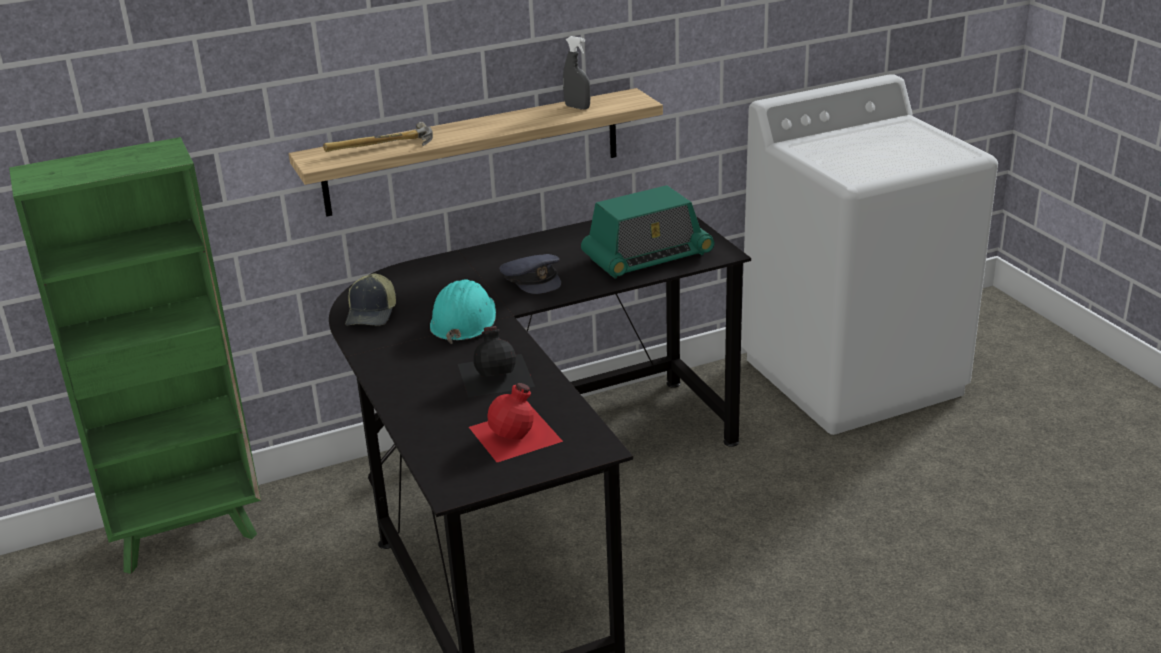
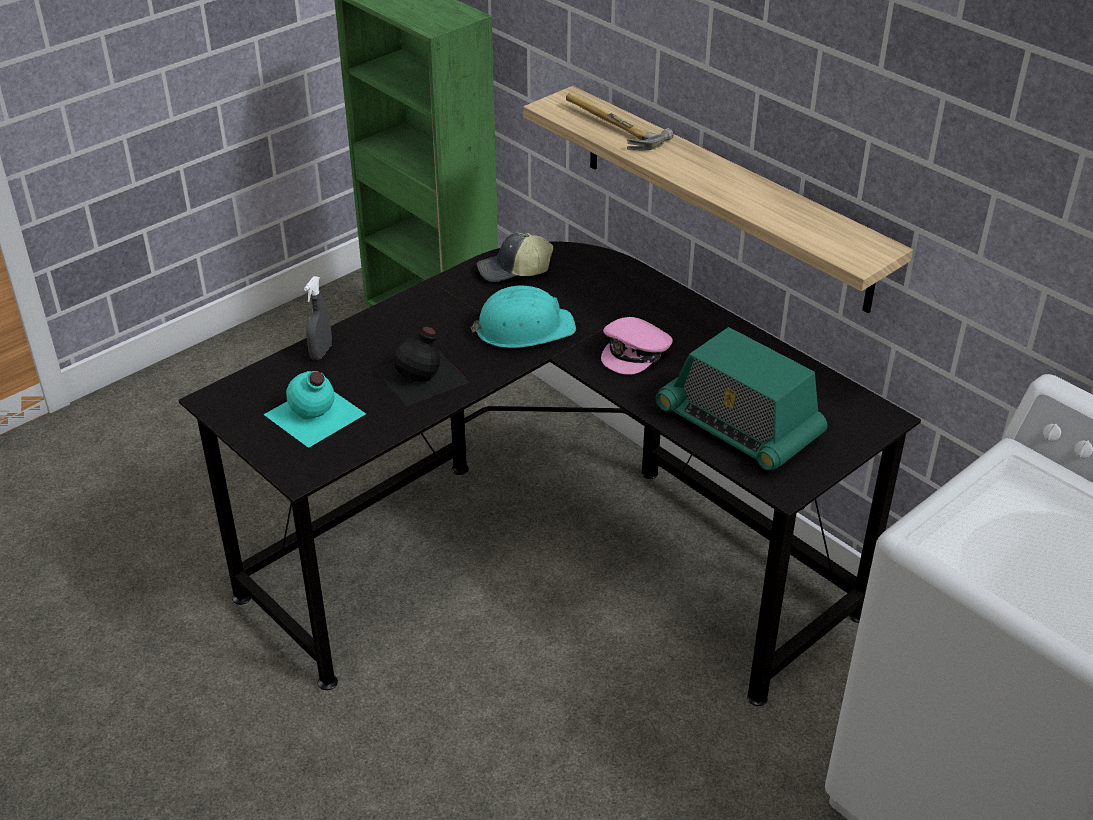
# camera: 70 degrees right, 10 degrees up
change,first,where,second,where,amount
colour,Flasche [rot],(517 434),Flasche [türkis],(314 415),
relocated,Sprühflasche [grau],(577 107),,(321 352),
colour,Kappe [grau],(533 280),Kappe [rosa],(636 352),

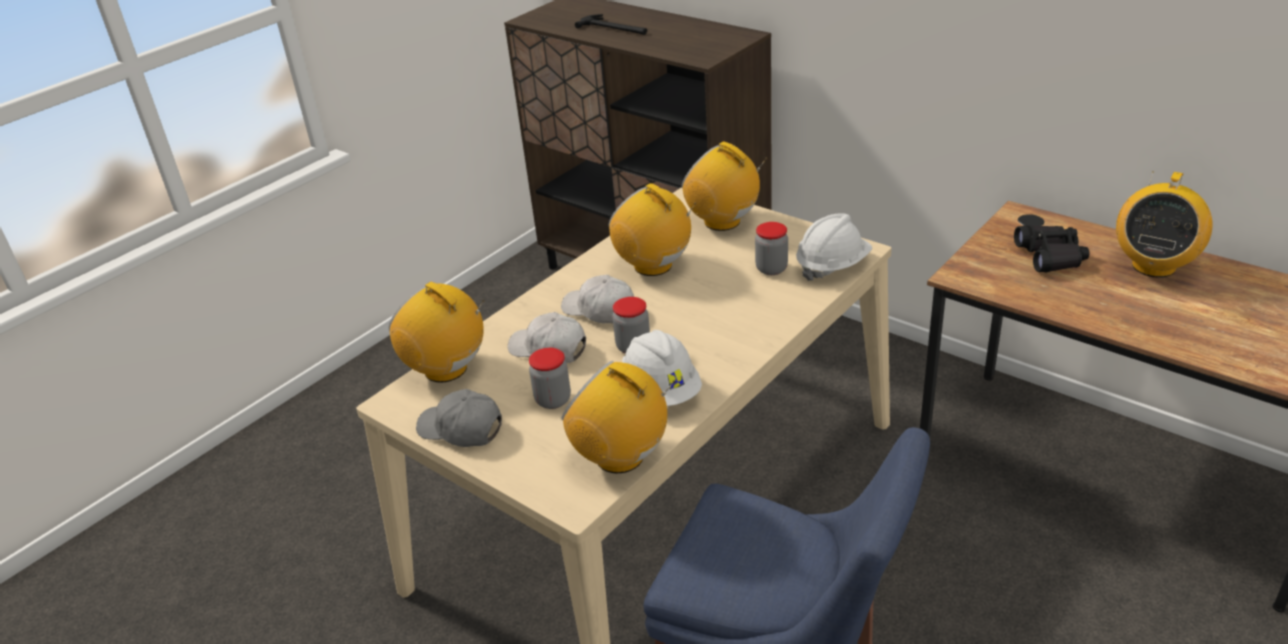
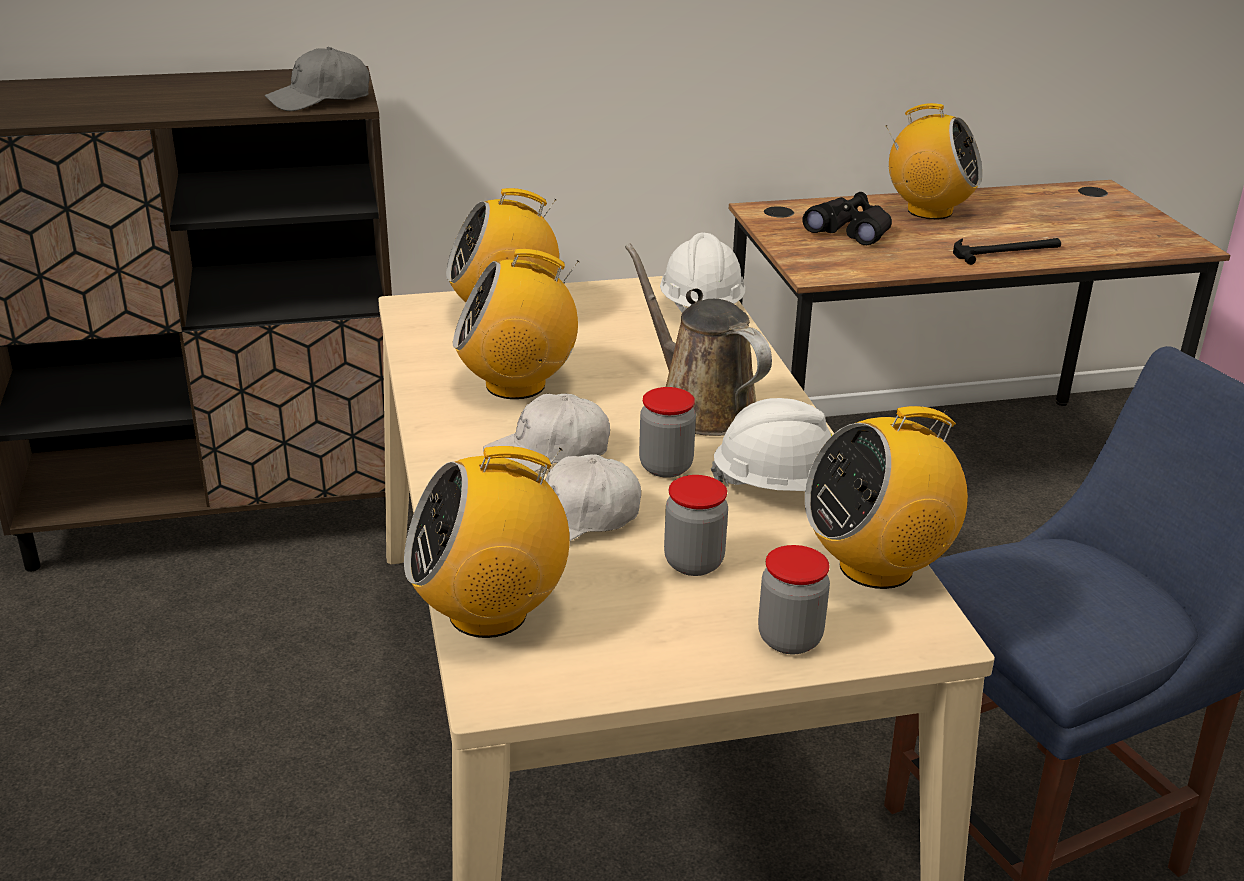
# camera: 55 degrees left, 5 degrees down
change,first,where,second,where,amount
relocated,Kappe [grau],(461 429),,(320 99),
appeared,,,Gießkanne [braun],(700 407),
relocated,Vorratsglas,(771 269),,(789 639),
spun,Radio,(1153 266),,(928 211),45 degrees counterclockwise
relocated,Hammer,(614 28),,(1006 251),

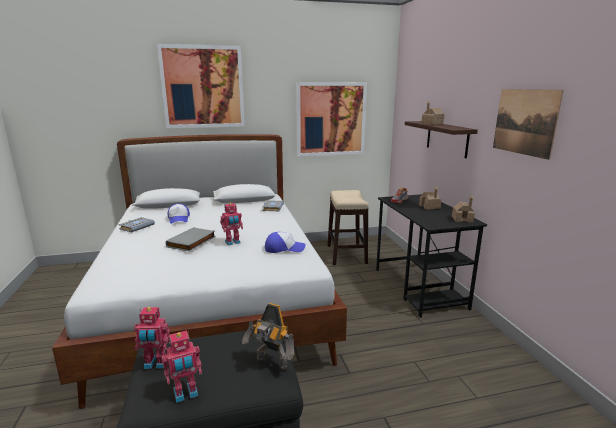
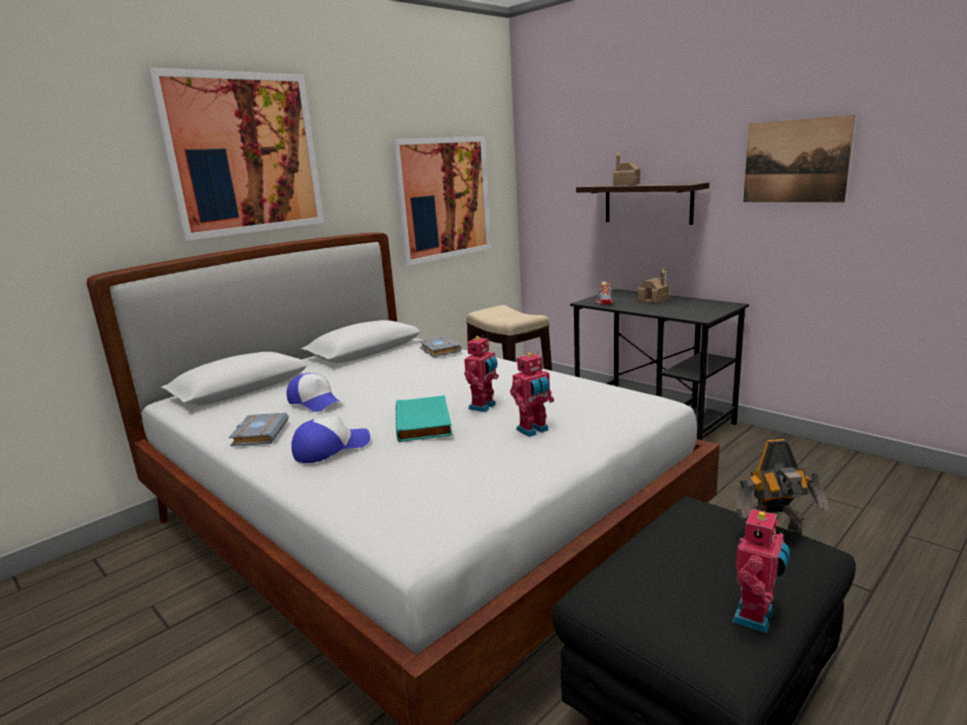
# camera: 30 degrees left, 0 degrees up
change,first,where,second,where,amount
relocated,Kappe,(284 248),,(331 448),
colour,Buch [grau],(192 242),Buch [türkis],(425 423),
relocated,Spielzeugroboter,(155 364),,(533 430),
missing,Spielzeughaus,(462 219),,,

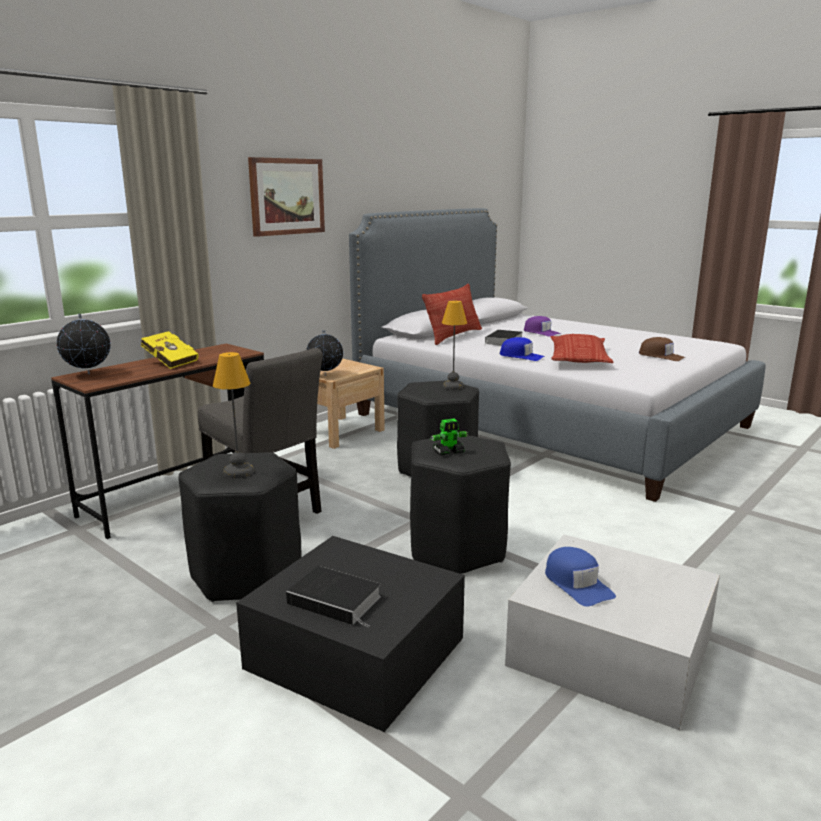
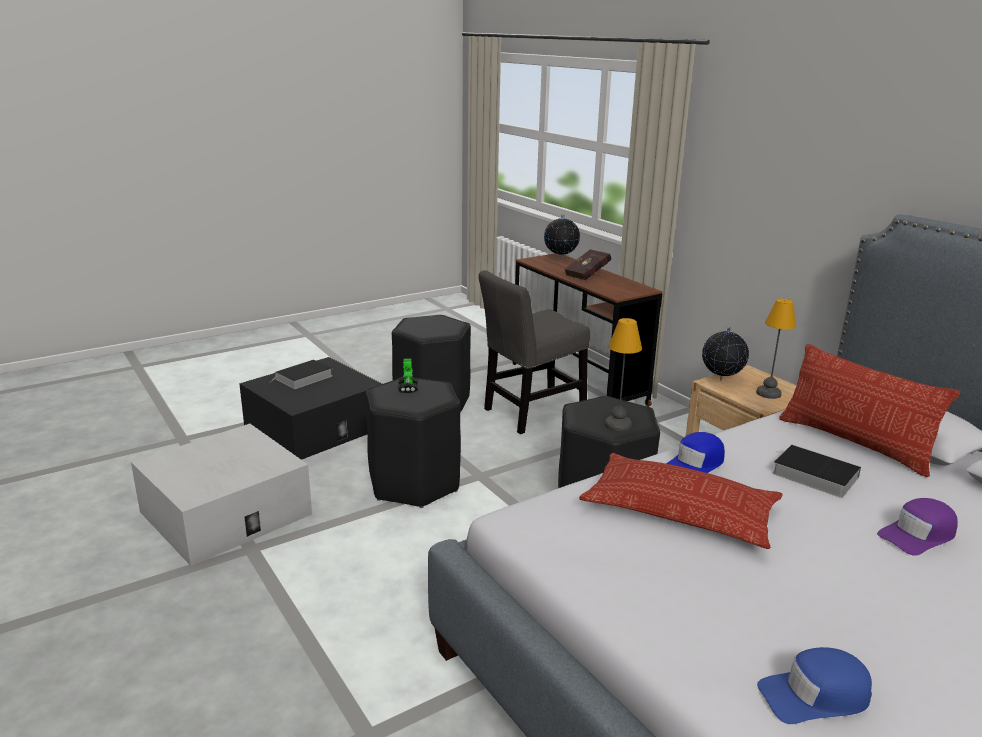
# camera: 105 degrees right, 5 degrees up
change,first,where,second,where,amount
colour,Buch [gelb],(170 362),Buch [rot],(589 275),
relocated,Tischlampe,(239 472),,(769 393),
relocated,Kappe [blau],(577 584),,(815 696),
missing,Bild,(287 196),,,
missing,Kappe [braun],(661 356),,,

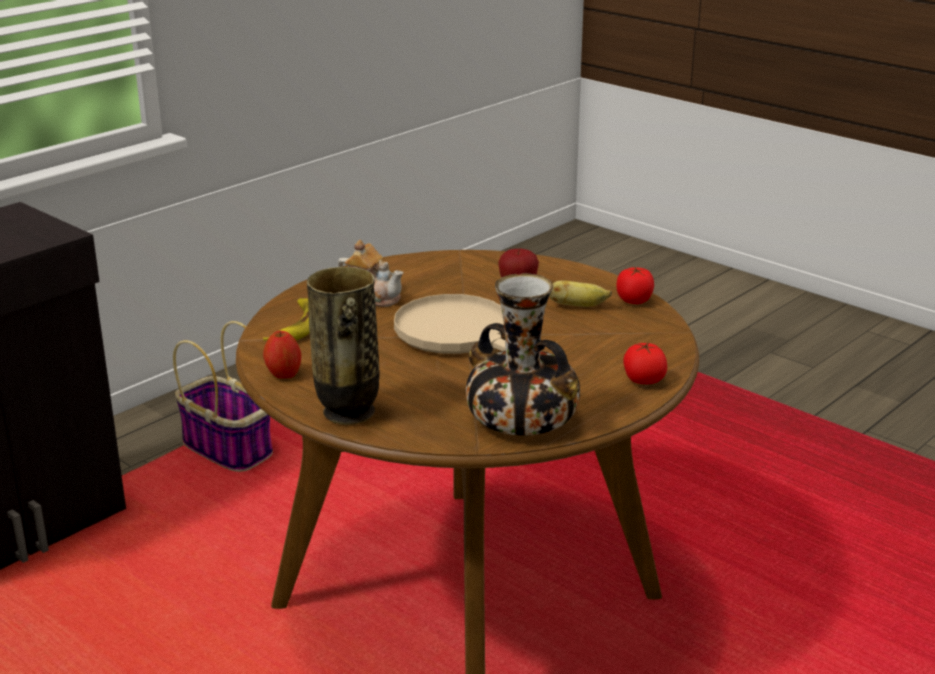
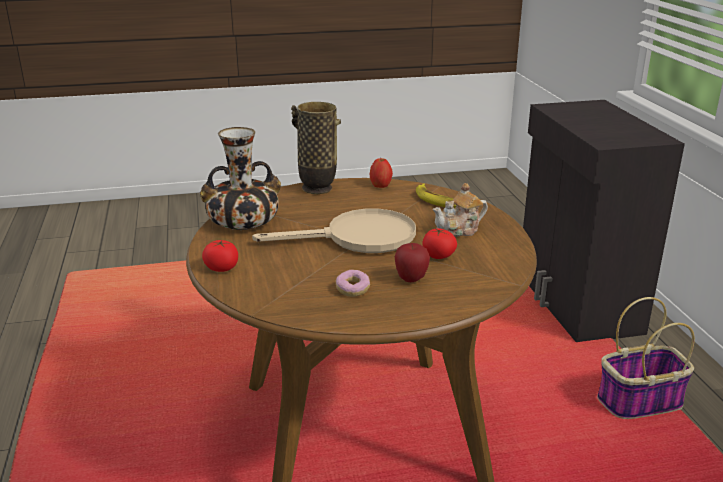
# camera: 125 degrees right, 0 degrees up
change,first,where,second,where,amount
exchanged,Banane,(577 306),Donut,(352 290),
relocated,Tomate,(634 300),,(438 256),

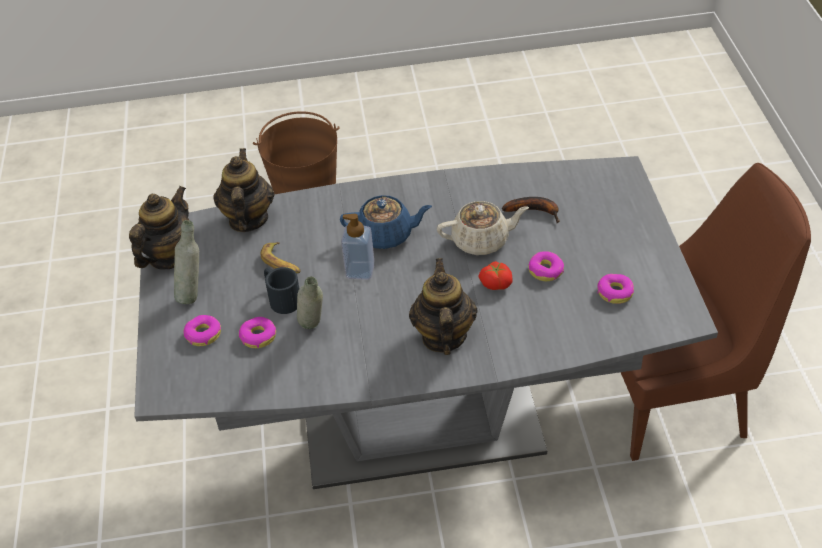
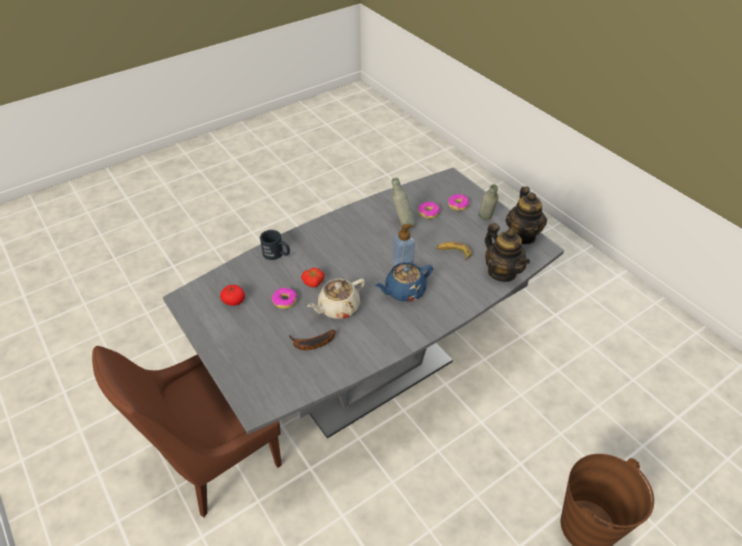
# camera: 150 degrees right, 0 degrees up
change,first,where,second,where,amount
exchanged,Donut,(615 292),Tomate,(234 300),
relocated,Henkelbecher [schwarz],(281 298),,(277 254),
missing,Teekanne,(443 336),,,

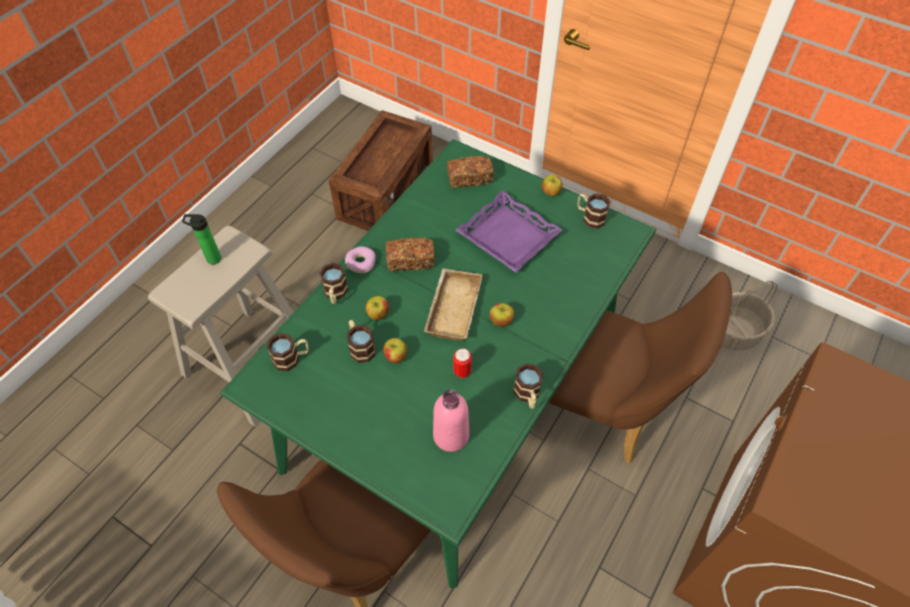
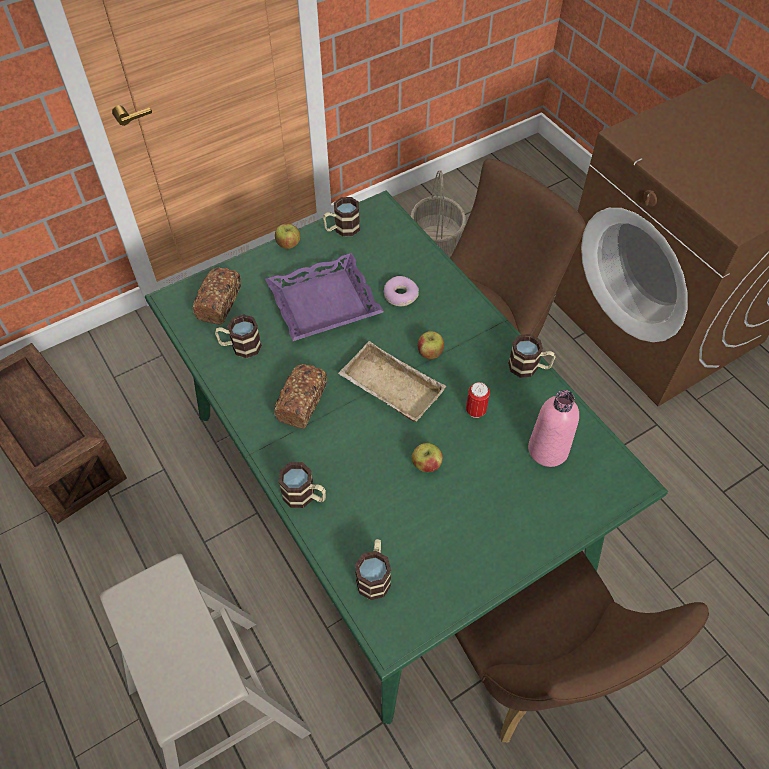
# camera: 65 degrees left, 0 degrees up
change,first,where,second,where,amount
relocated,Henkelbecher,(360 347),,(240 346),
relocated,Donut,(360 263),,(400 296),
missing,Flasche,(211 259),,,
missing,Apfel,(378 314),,,

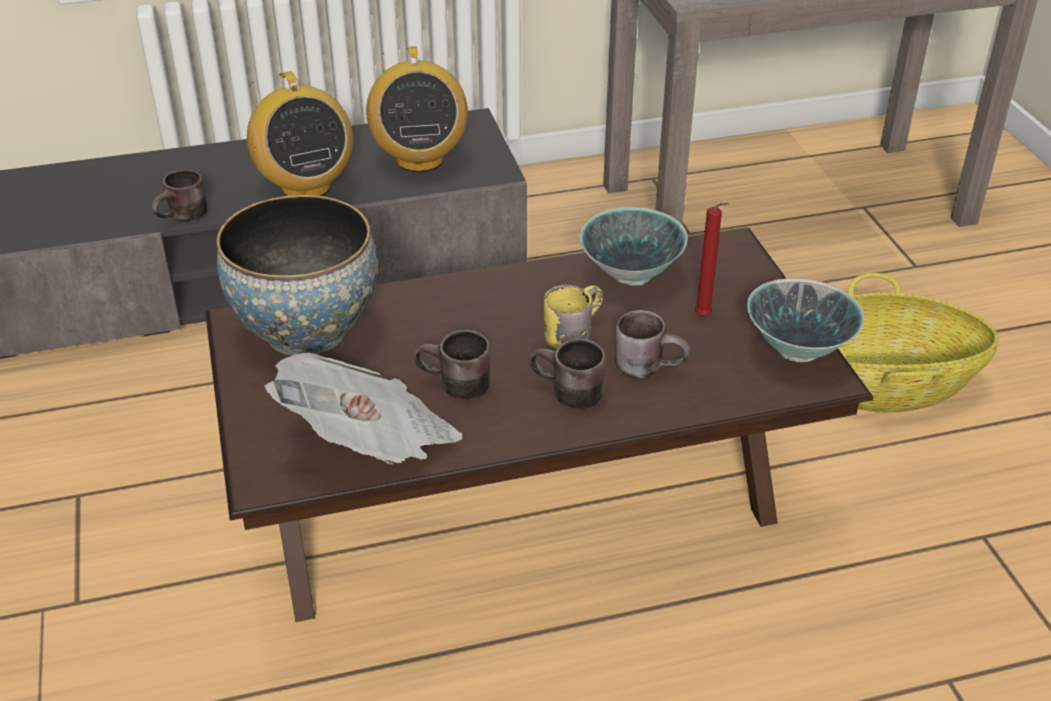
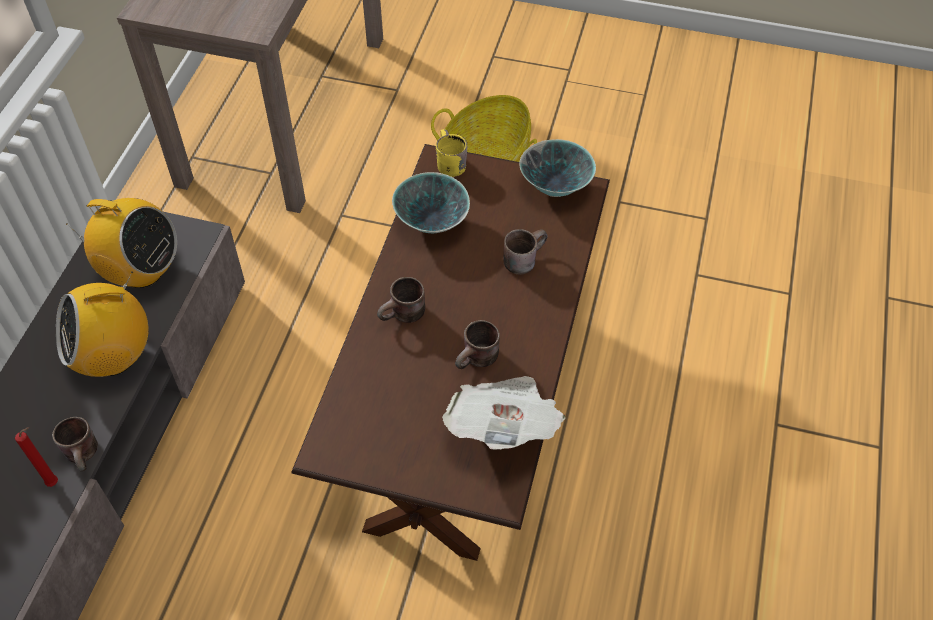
# camera: 60 degrees left, 15 degrees up
change,first,where,second,where,amount
relocated,Kerze [rot],(705 317),,(55 482),
spun,Radio,(305 187),,(114 357),150 degrees clockwise
relocated,Henkelbecher [braun],(566 395),,(404 316),
relocated,Henkelbecher [gelb],(570 332),,(447 163),
missing,Schüssel,(306 331),,,

